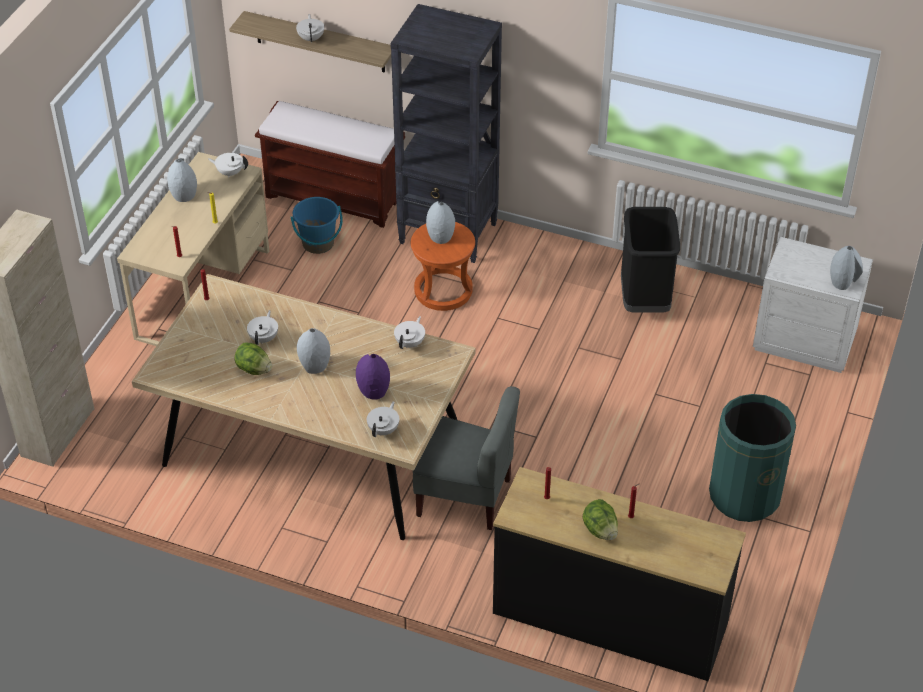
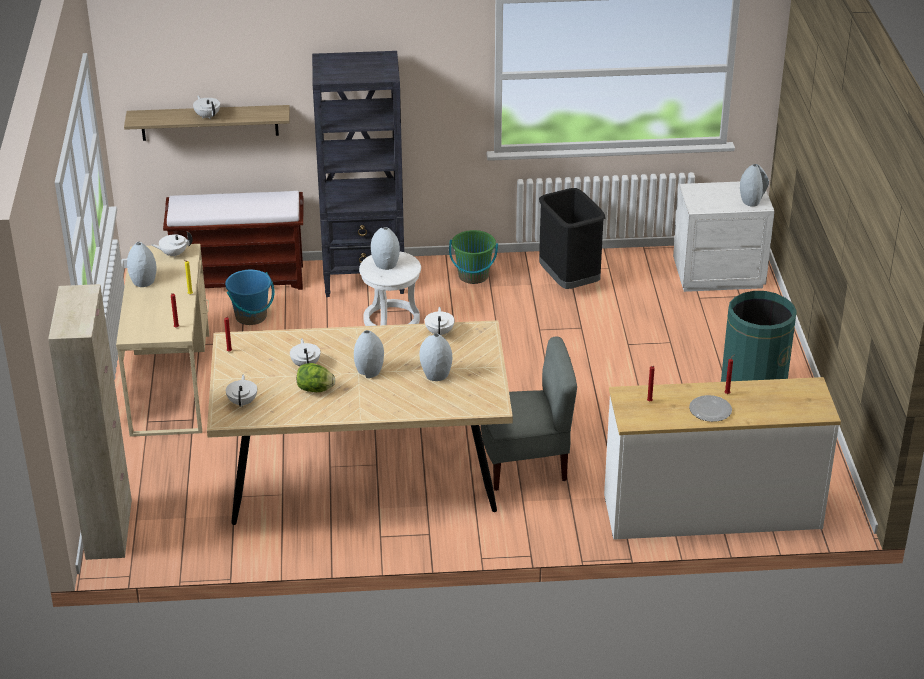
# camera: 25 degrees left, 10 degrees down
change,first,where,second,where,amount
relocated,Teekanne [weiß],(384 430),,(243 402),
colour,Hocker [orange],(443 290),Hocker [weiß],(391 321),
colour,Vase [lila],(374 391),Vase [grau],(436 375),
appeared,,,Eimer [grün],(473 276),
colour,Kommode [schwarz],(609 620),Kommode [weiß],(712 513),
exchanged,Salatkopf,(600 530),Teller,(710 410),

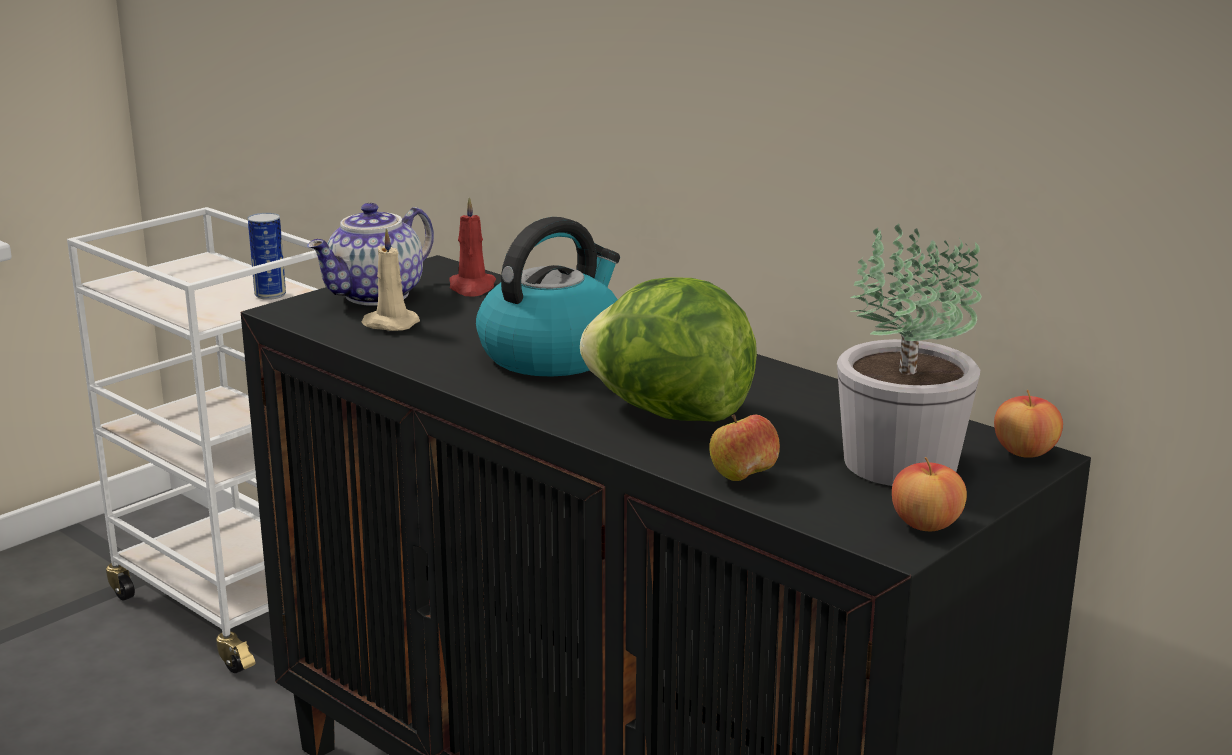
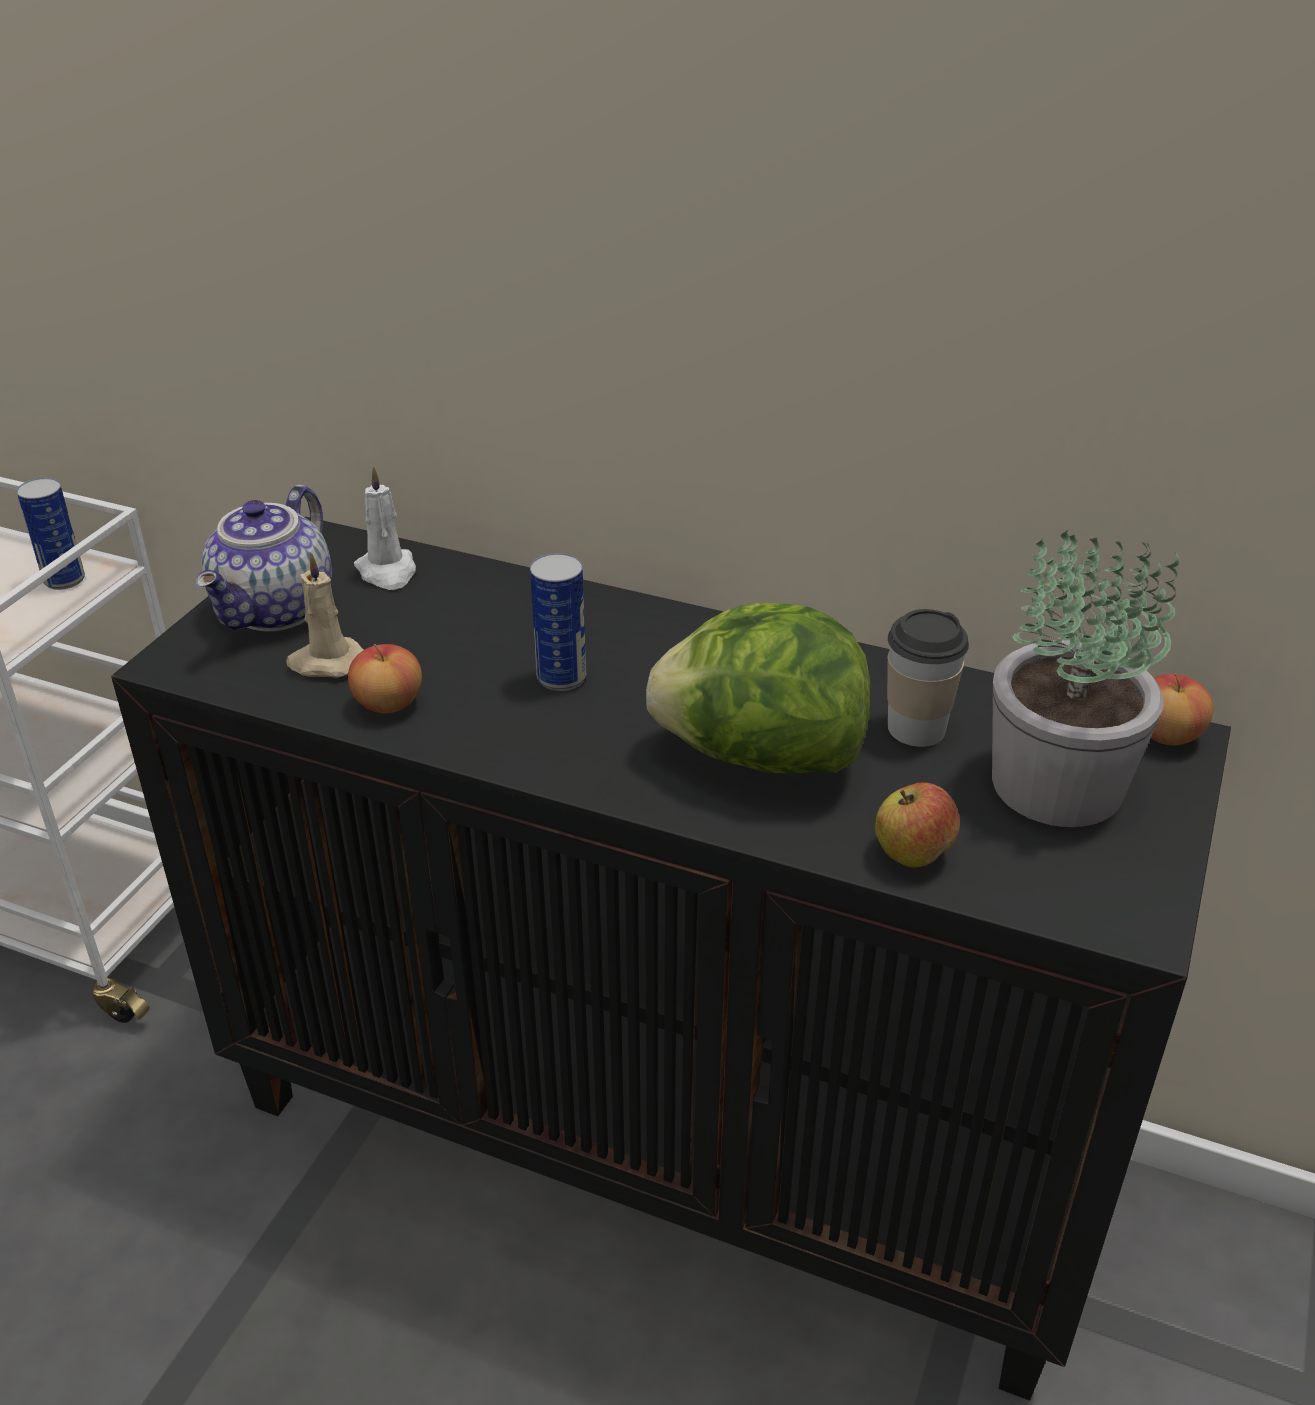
# camera: 20 degrees left, 15 degrees up
change,first,where,second,where,amount
relocated,Apfel,(926 524),,(388 703),
colour,Kerze [rot],(472 288),Kerze [weiß],(387 572),
exchanged,Wasserkessel,(553 354),Dose,(561 677),
appeared,,,Tasse,(916 728),

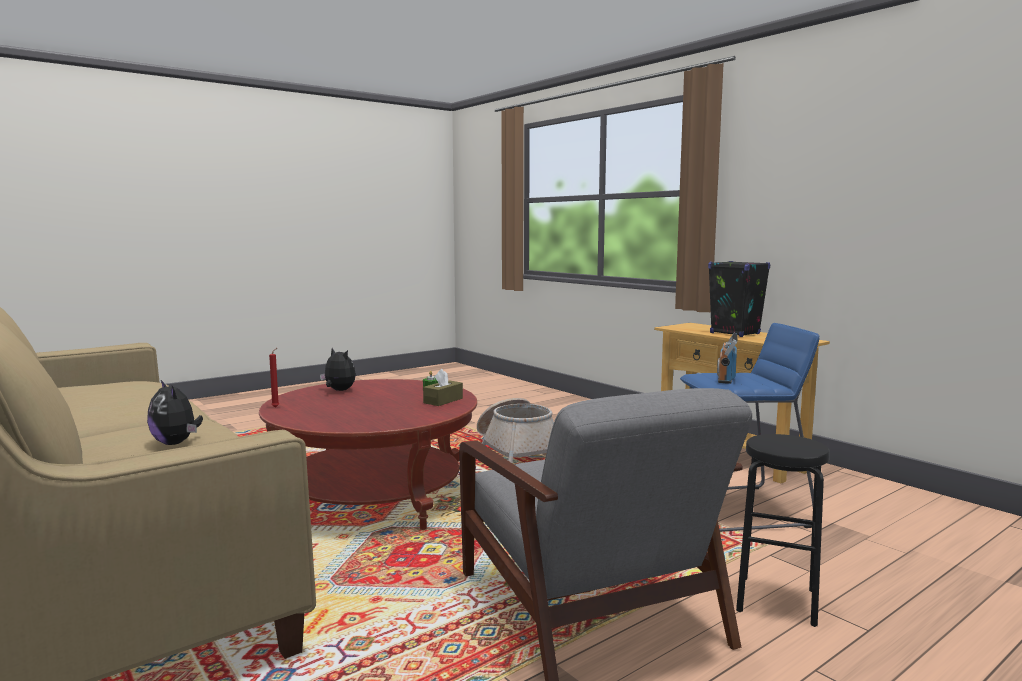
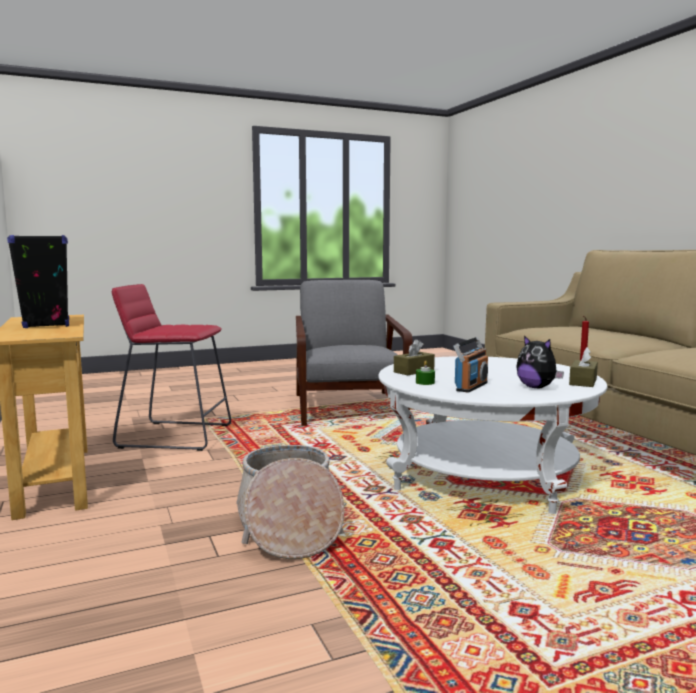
# camera: 165 degrees left, 0 degrees up
change,first,where,second,where,amount
colour,Hocker [blau],(738 509),Hocker [rot],(175 436),
colour,Couchtisch [rot],(374 497),Couchtisch [weiß],(484 474),
relocated,Radio,(726 378),,(471 386),
appeared,,,Taschentuchbox [braun],(583 382),
missing,Plüschtier,(176 443),,,
missing,Hocker [schwarz],(776 600),,,

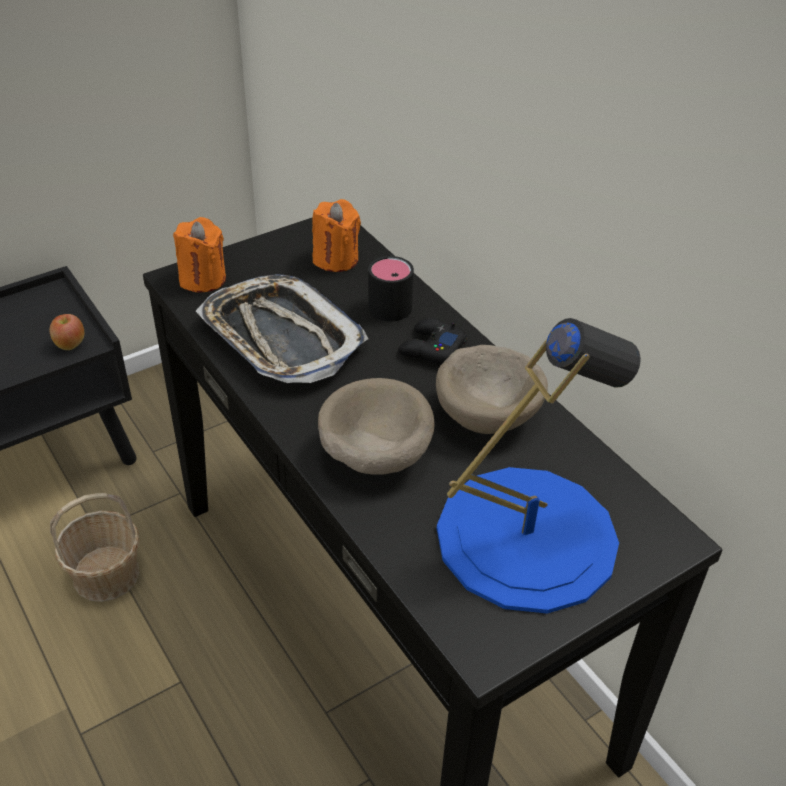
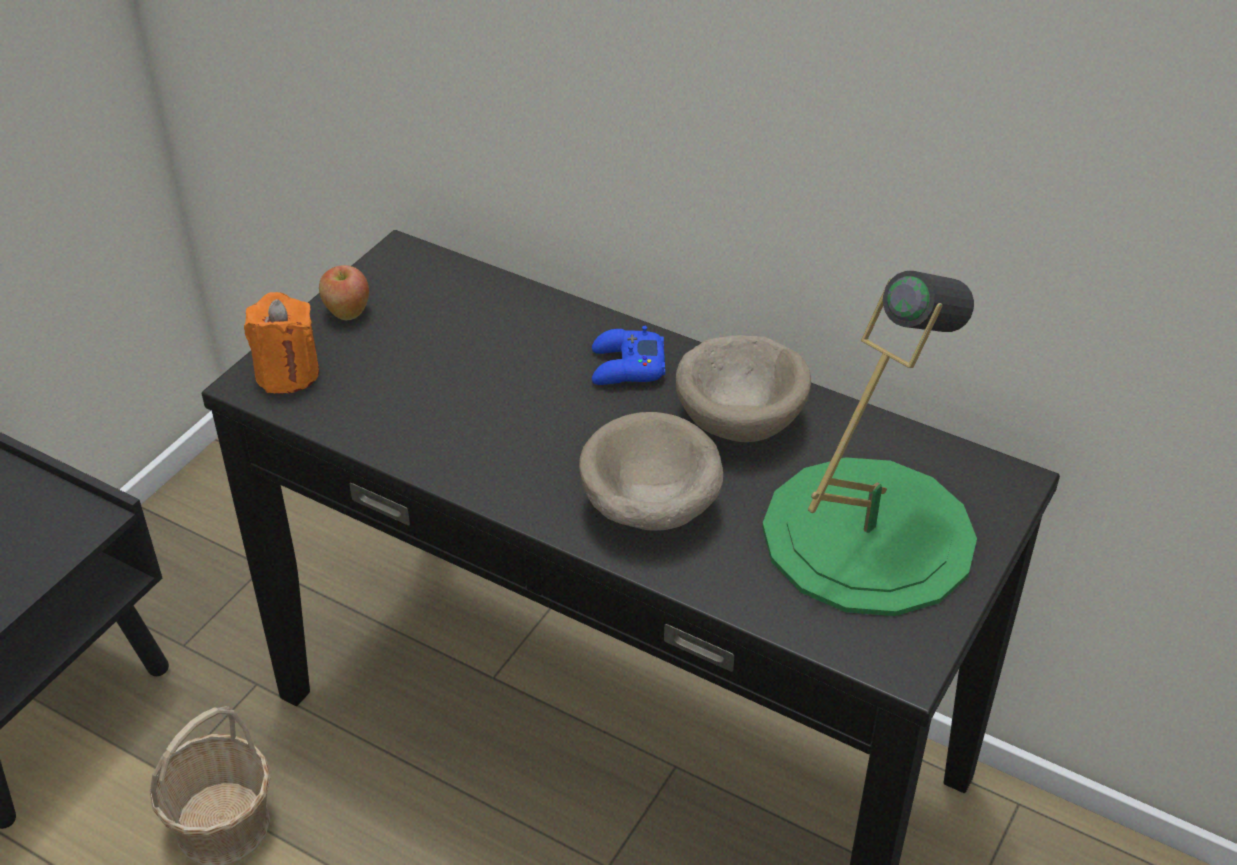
# camera: 25 degrees left, 0 degrees up
change,first,where,second,where,amount
relocated,Apfel,(70 345),,(346 312),
colour,Gamepad [schwarz],(431 348),Gamepad [blau],(626 367),
colour,Tischlampe [blau],(526 536),Tischlampe [grün],(868 534),
missing,Tablett,(281 337),,,
missing,Kerze [orange],(336 259),,,
missing,Henkelbecher [schwarz],(390 301),,,

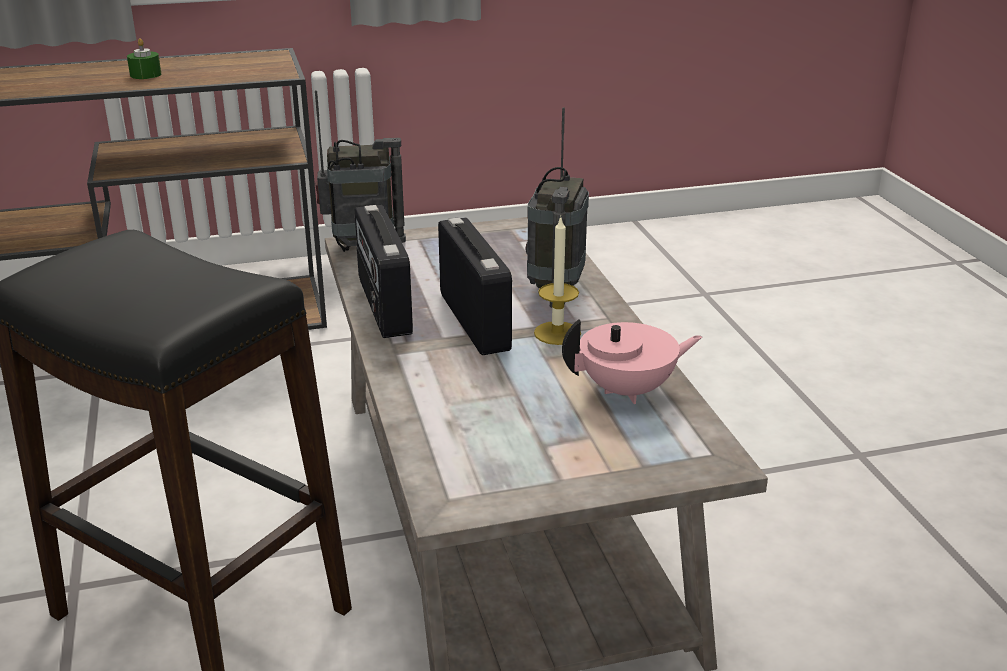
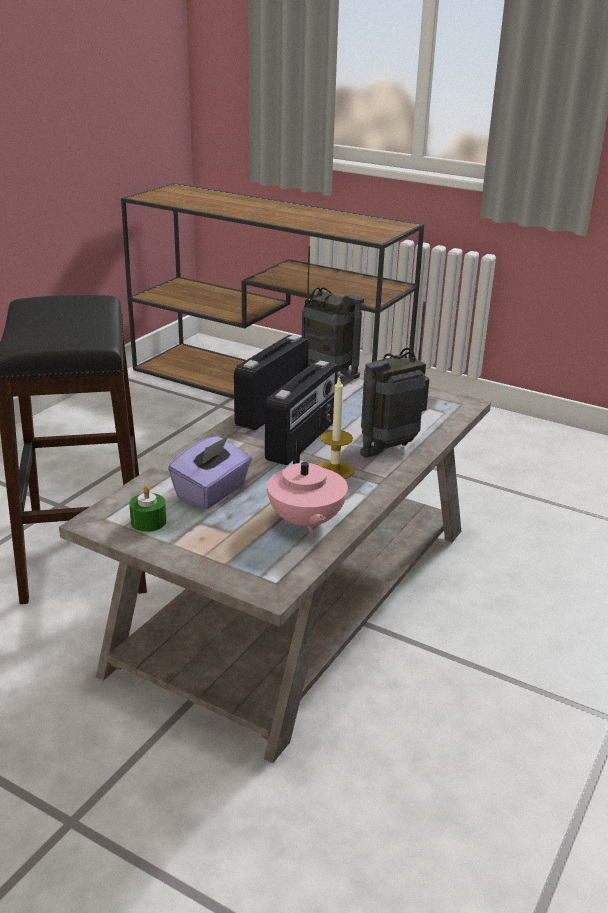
# camera: 45 degrees right, 0 degrees up
change,first,where,second,where,amount
relocated,Kerze [grün],(145 75),,(148 522),
appeared,,,Taschentuchbox [lila],(212 492),
spun,Teekanne [rosa],(628 390),,(305 522),45 degrees clockwise

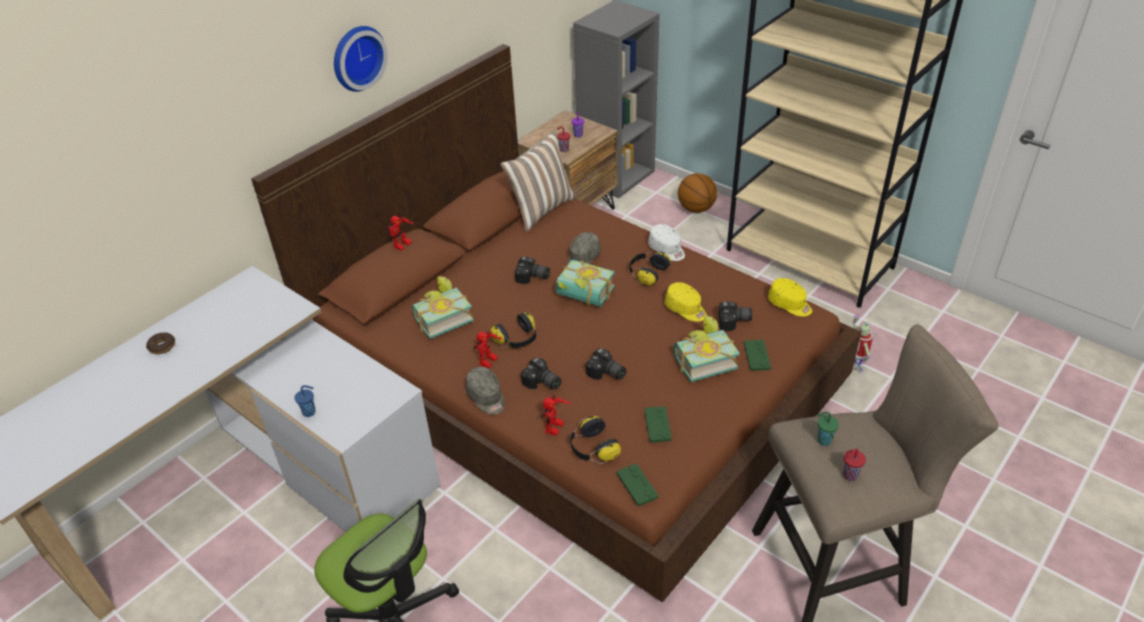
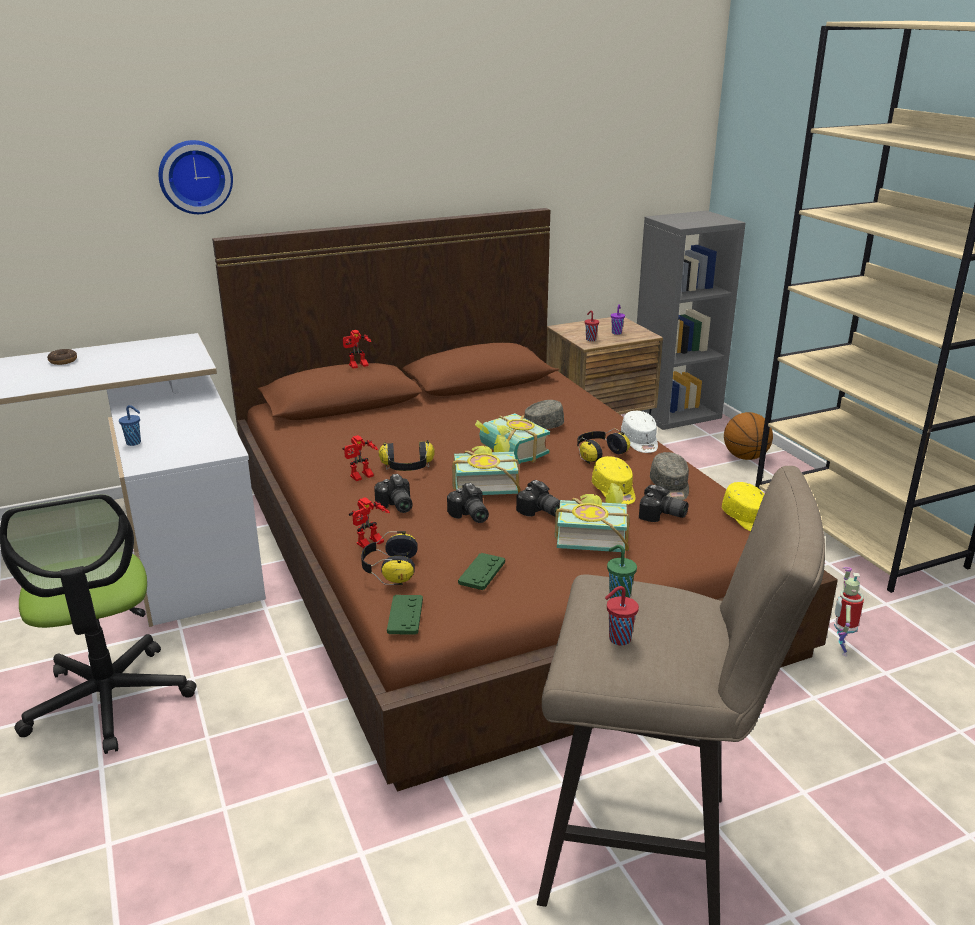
# camera: 25 degrees right, 15 degrees down
change,first,where,second,where,amount
relocated,Wanduhr,(356 57),,(195 176),
relocated,Buch,(441 318),,(485 484),
relocated,Kamera,(532 277),,(540 512),
relocated,Kappe [grau],(486 398),,(670 487),
missing,Kissen,(541 210),,,
missing,Gamepad [grün],(757 356),,,

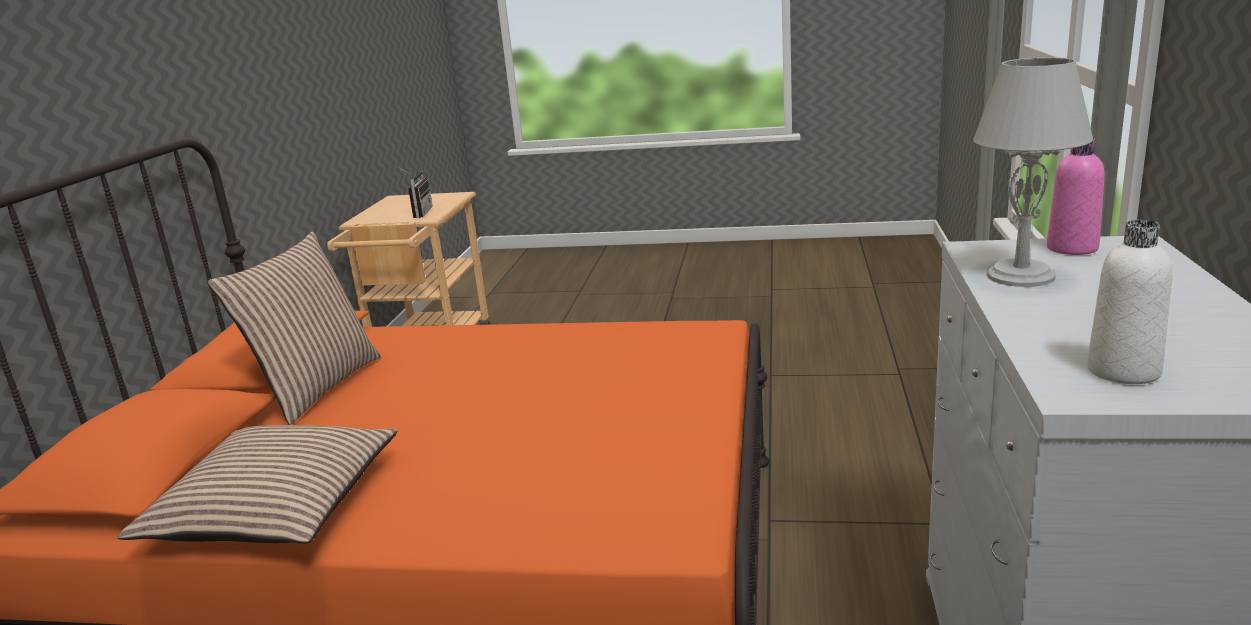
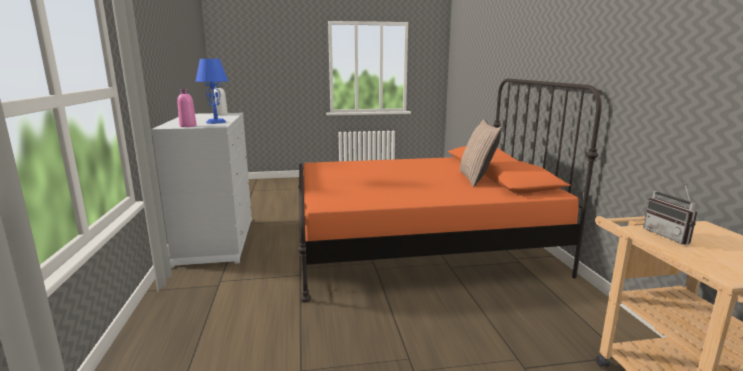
# camera: 160 degrees right, 5 degrees down
change,first,where,second,where,amount
colour,Tischlampe [grau],(1020 275),Tischlampe [blau],(216 122),
missing,Kissen,(275 507),,,

